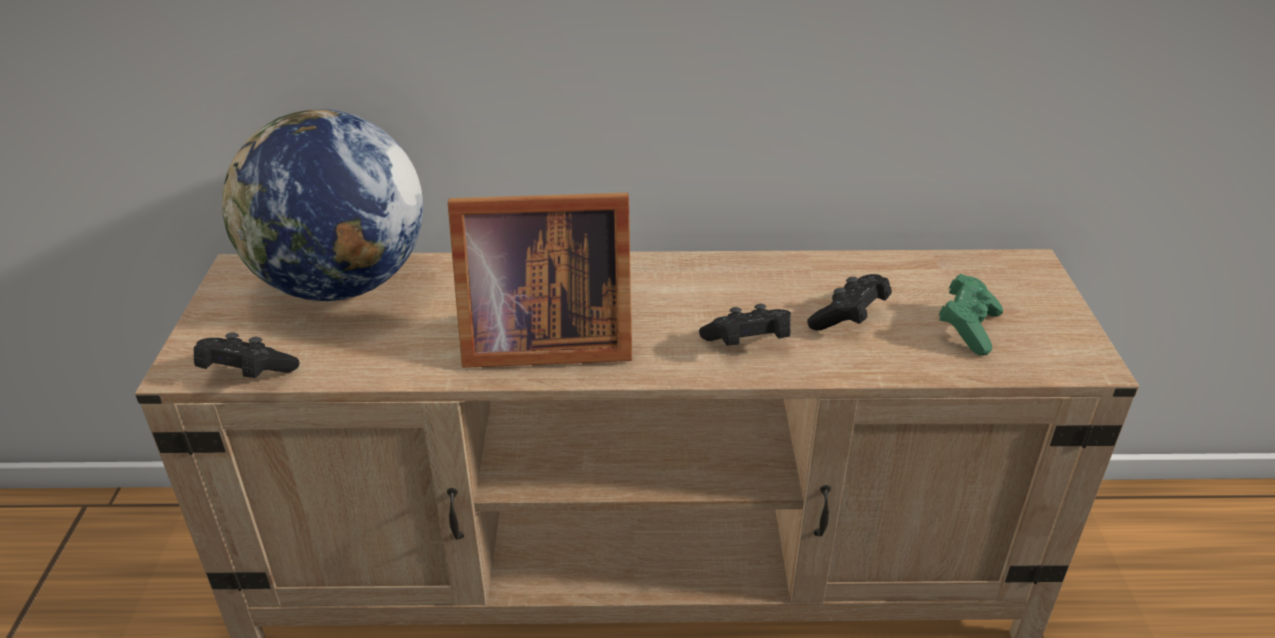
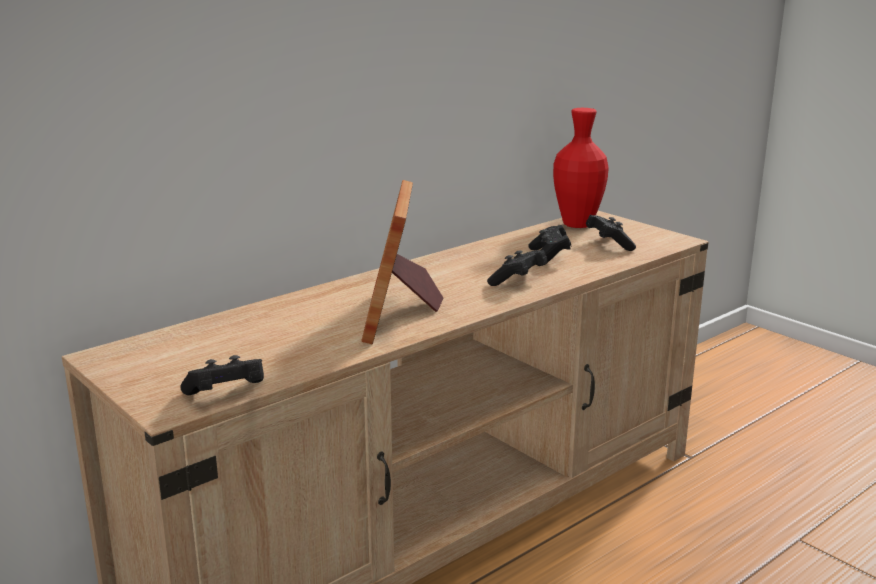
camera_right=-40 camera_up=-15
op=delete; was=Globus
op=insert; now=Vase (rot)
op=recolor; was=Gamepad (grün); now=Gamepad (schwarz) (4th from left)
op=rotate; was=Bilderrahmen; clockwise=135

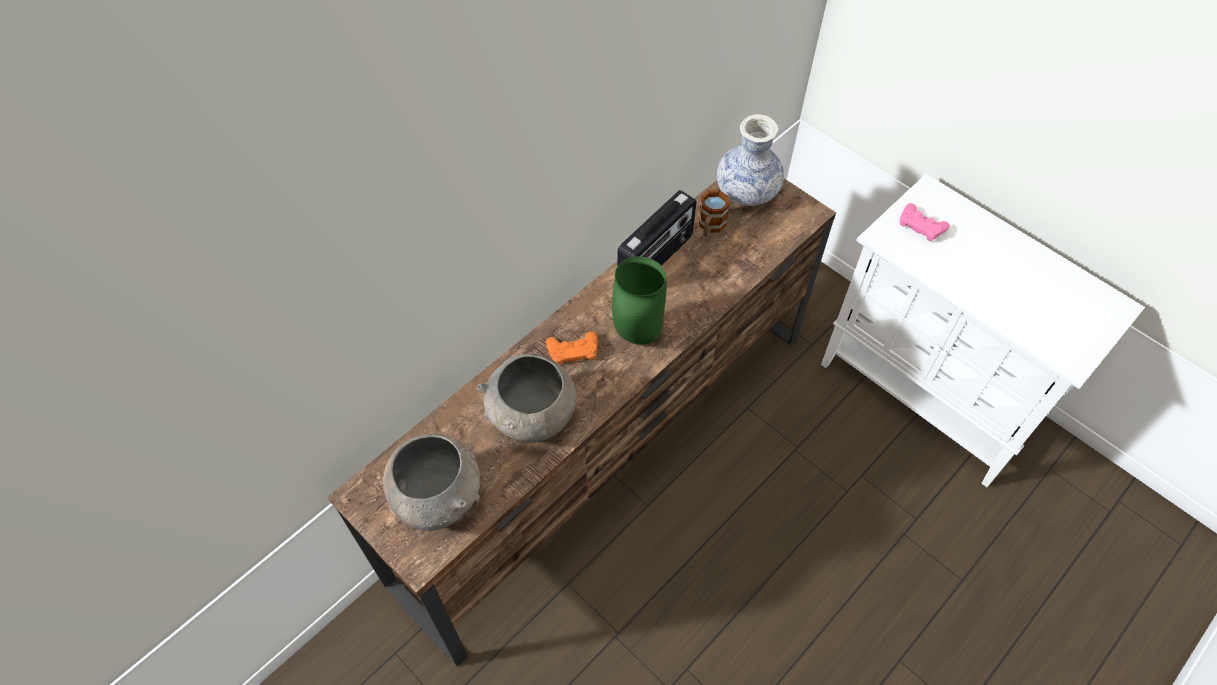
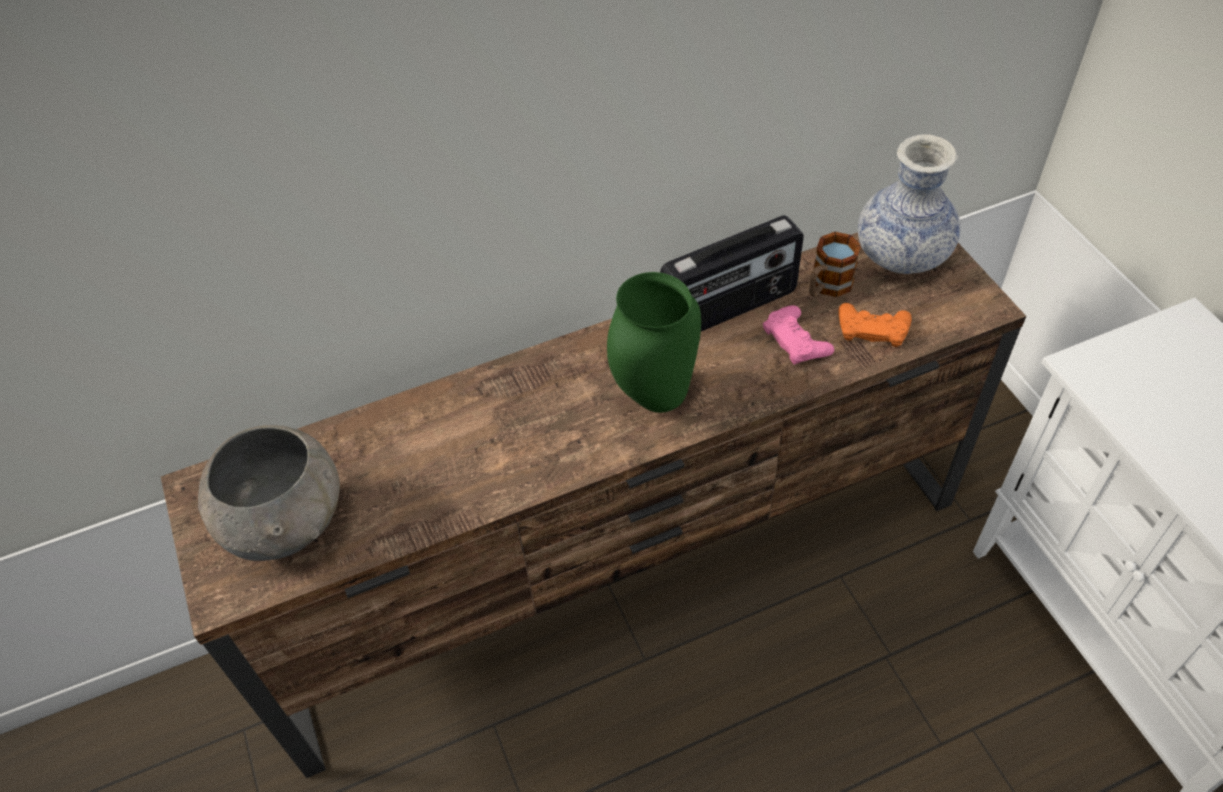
camera_right=25 camera_up=-5
op=delete; was=Schüssel (grau) (2nd from left)
op=move; was=Gamepad (orange)
op=move; was=Gamepad (rosa)

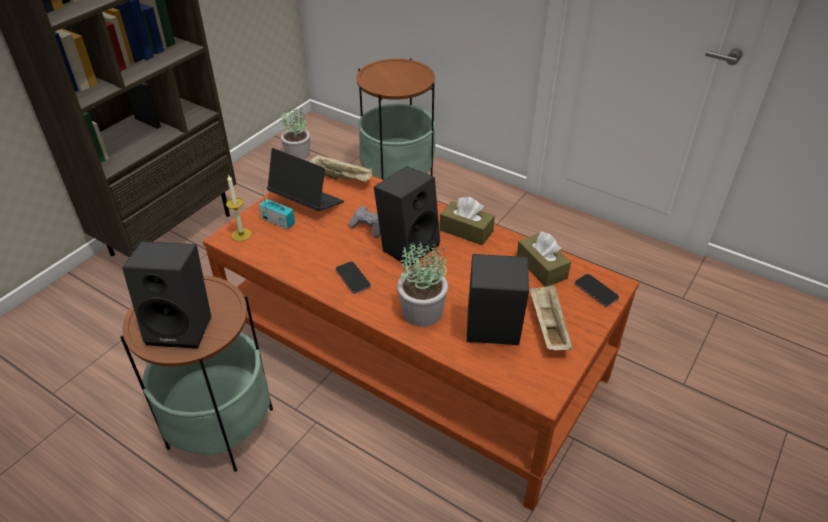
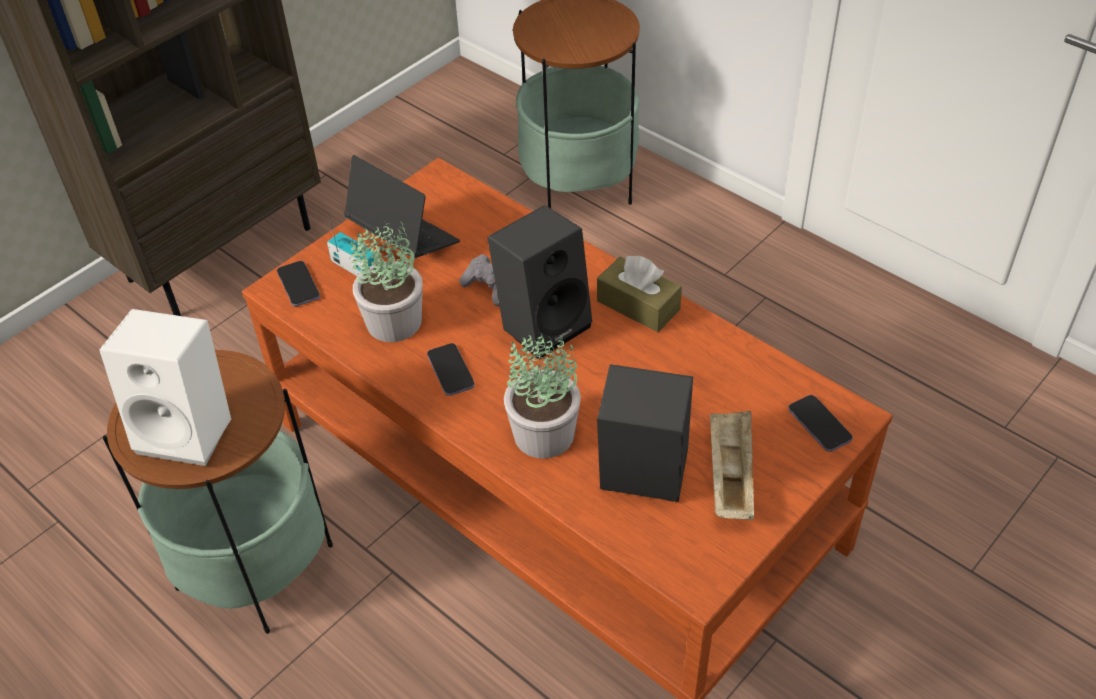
camera_right=10 camera_up=5
op=delete; was=Tablett (beige) (1st from left)
op=delete; was=Taschentuchbox (braun) (2nd from left)
op=move; was=Topfpflanze (1st from left)
op=replace; was=Kerze; now=Handy (1st from left)
op=recolor; was=Lautsprecher (schwarz) (1st from left); now=Lautsprecher (weiß)

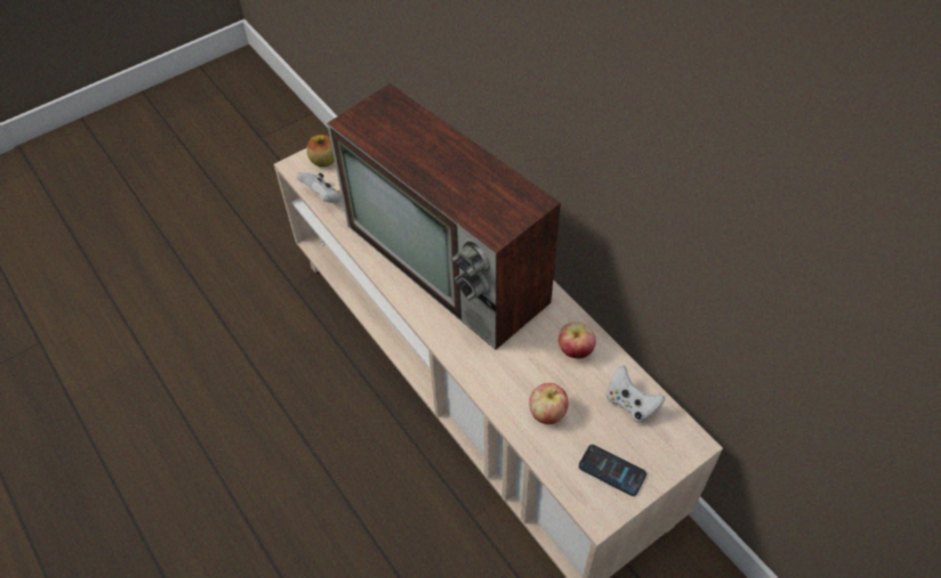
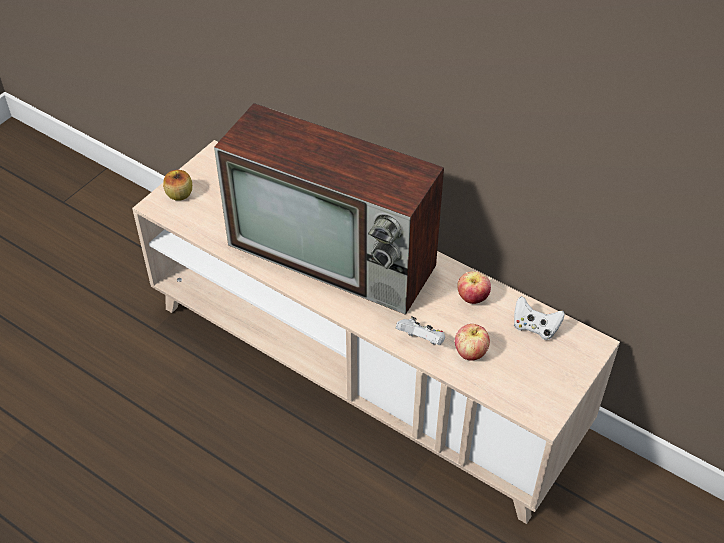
camera_right=-20 camera_up=-5
op=delete; was=Handy
op=move; was=Gamepad (weiß) (1st from left)

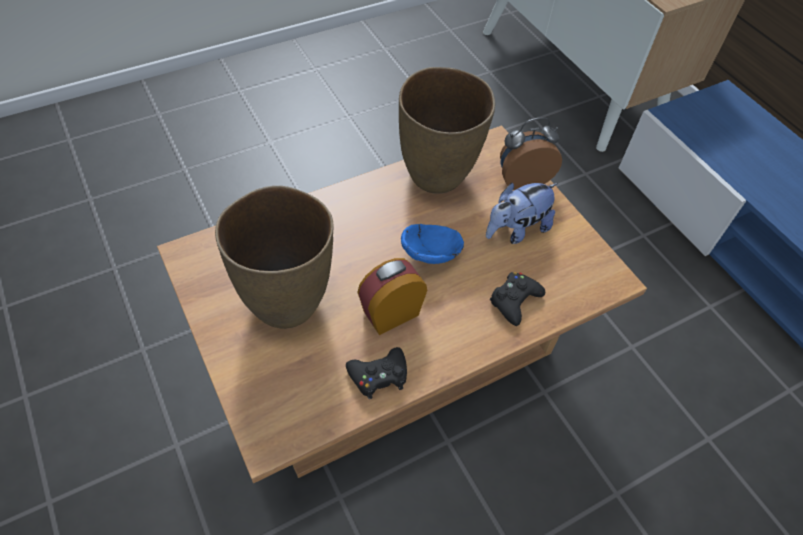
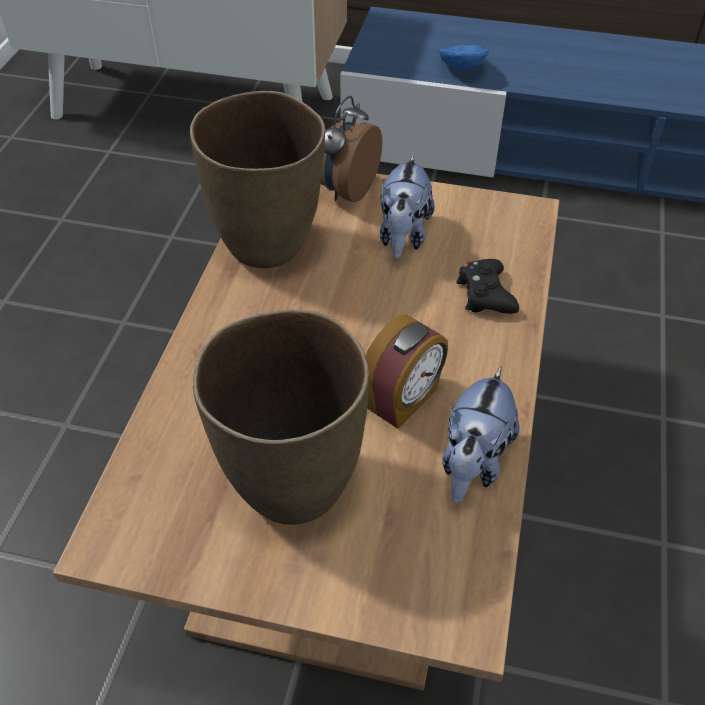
camera_right=-45 camera_up=-5
op=move; was=Schüssel (blau)
op=replace; was=Gamepad (schwarz) (1st from left); now=Plüschtier (2nd from left)
op=rotate; was=Wecker (1st from left in the first image); clockwise=-150

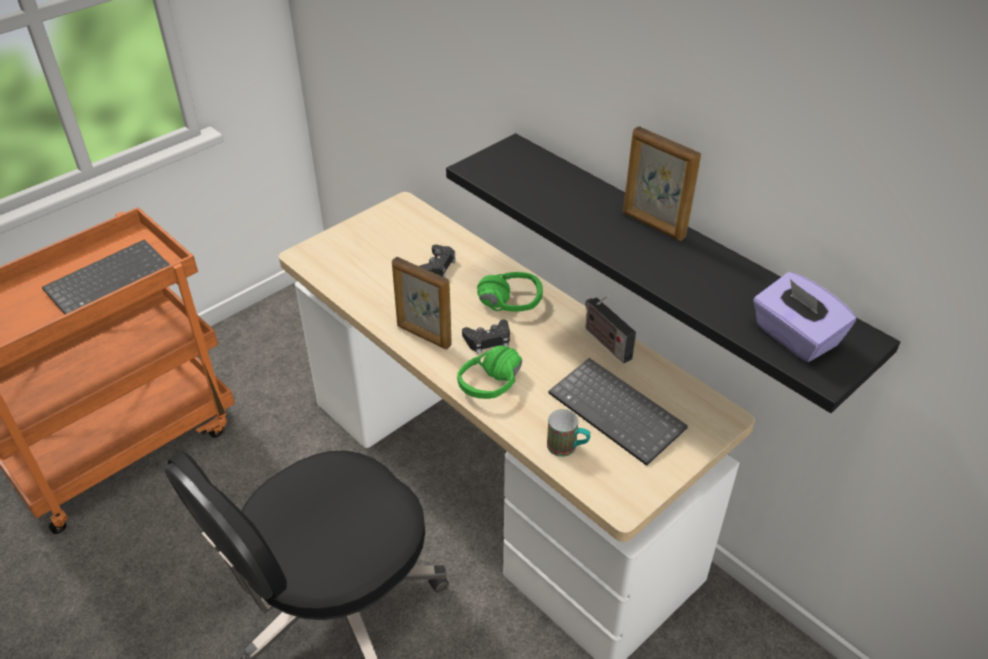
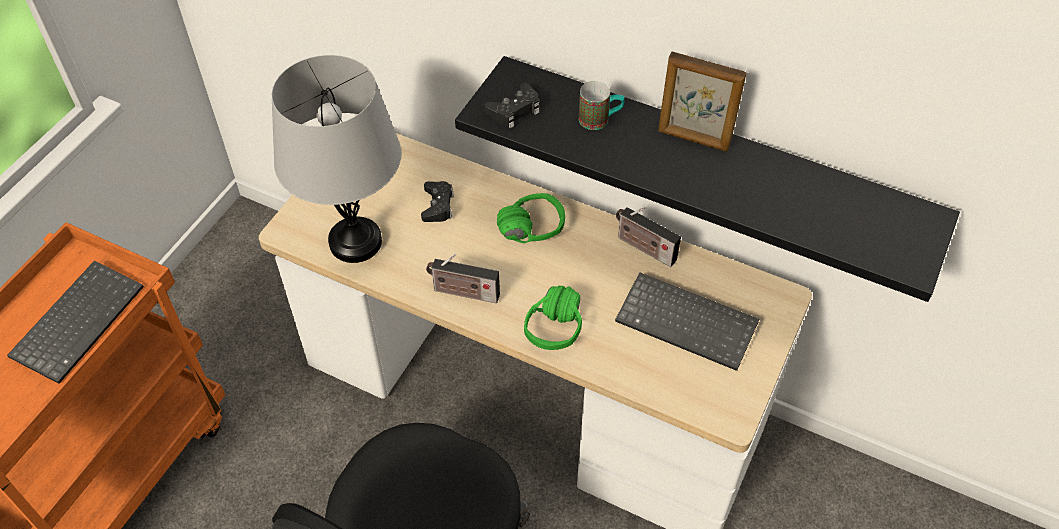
camera_right=-20 camera_up=10
op=delete; was=Taschentuchbox (lila)
op=insert; now=Tischlampe (grau)
op=move; was=Gamepad (schwarz) (2nd from left)
op=move; was=Henkelbecher
op=replace; was=Bilderrahmen (1st from left); now=Radio (1st from left)

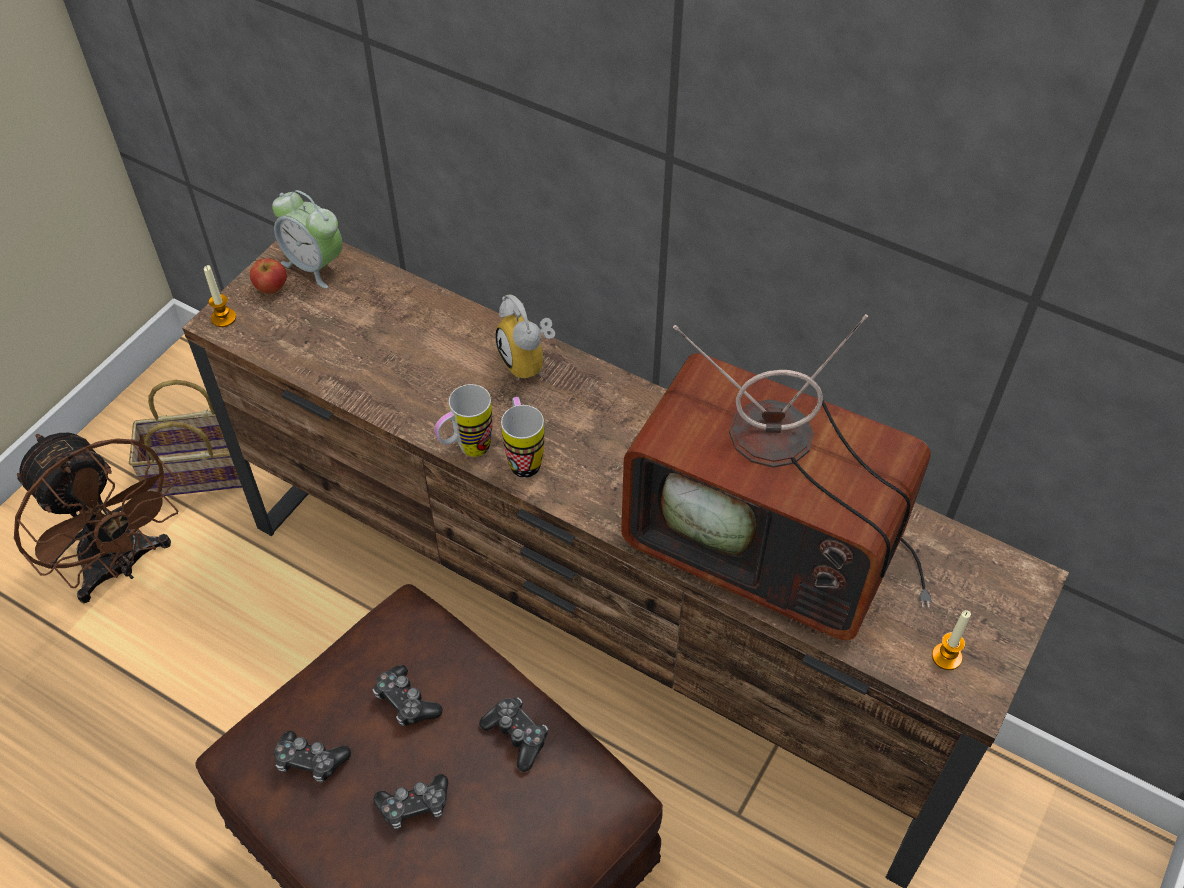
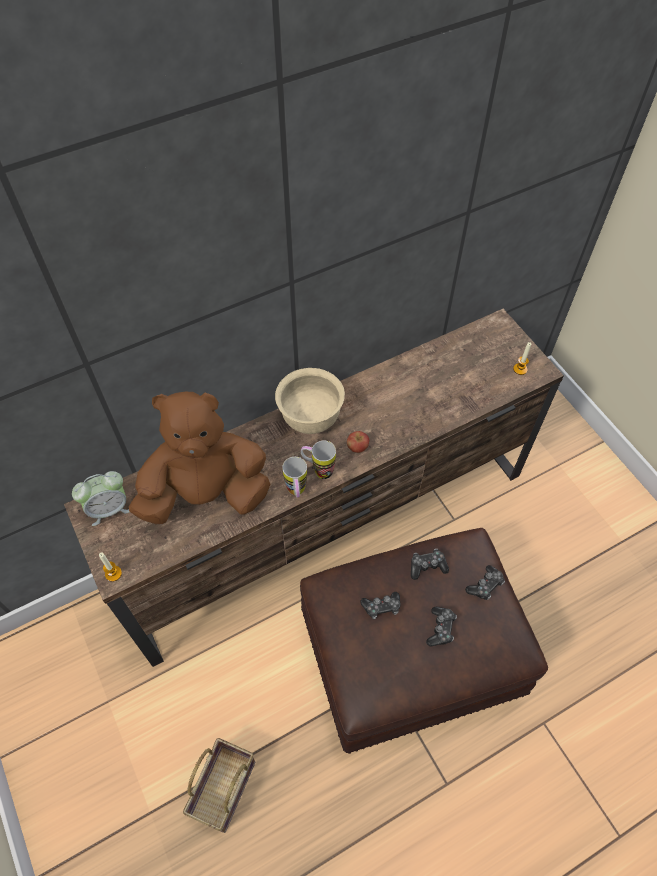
camera_right=-60 camera_up=5
op=delete; was=Ventilator (braun)
op=delete; was=Wecker (2nd from left)
op=delete; was=Fernseher
op=insert; now=Plüschtier (braun)
op=insert; now=Schüssel (beige)
op=move; was=Korb
op=move; was=Apfel
op=move; was=Gamepad (1st from left in the first image); now=Gamepad (4th from left)

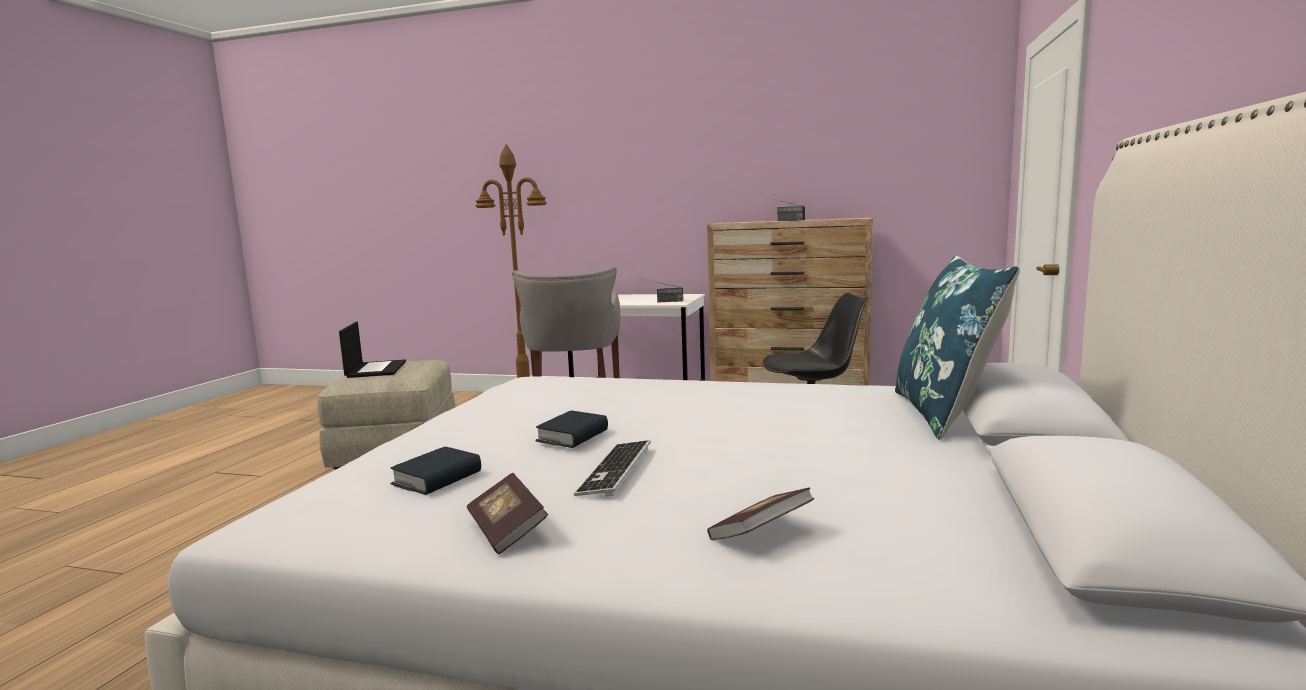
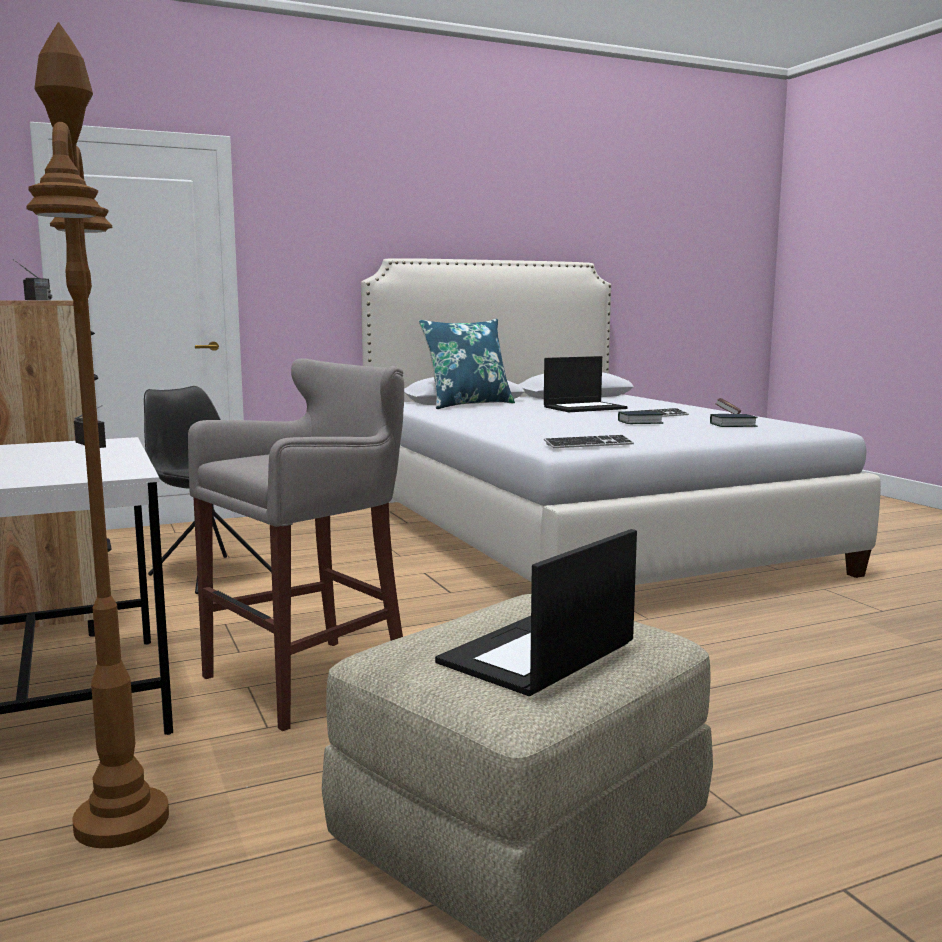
camera_right=-130 camera_up=0
op=delete; was=Buch (4th from left)
op=insert; now=Laptop (2nd from left)
op=insert; now=Tastatur (1st from left)

